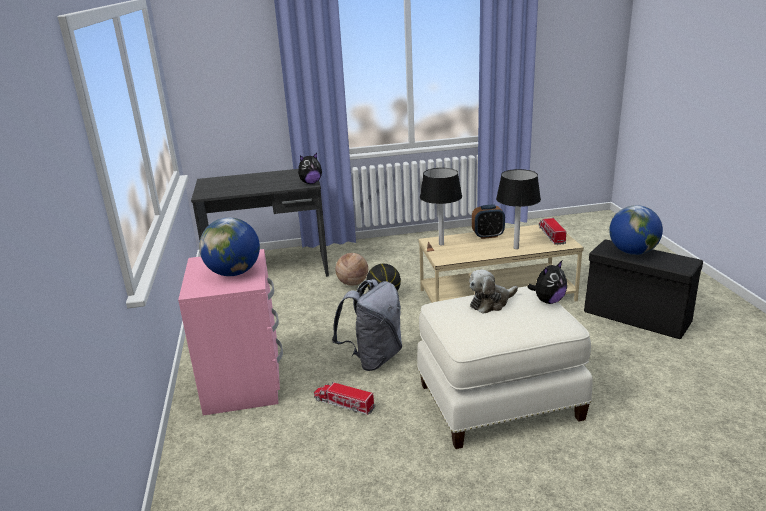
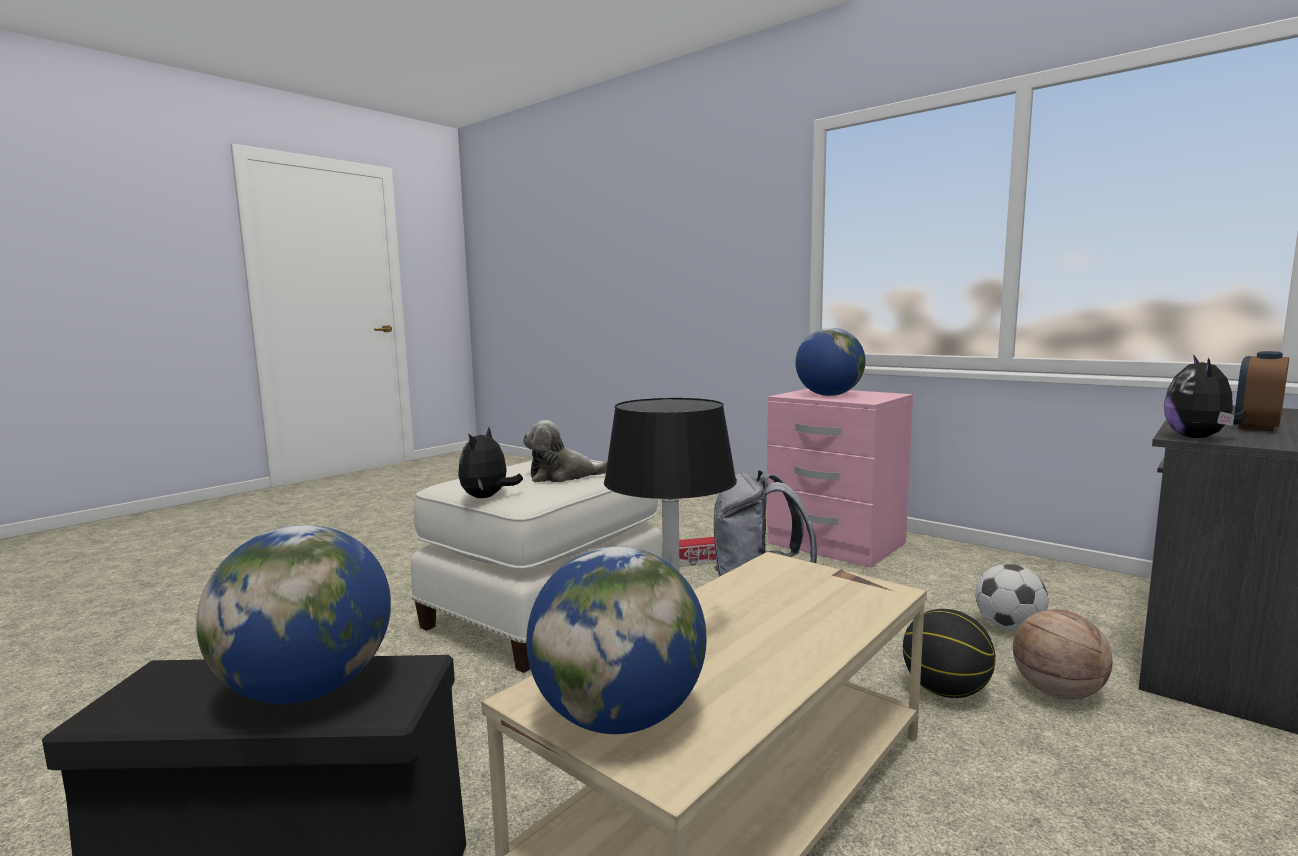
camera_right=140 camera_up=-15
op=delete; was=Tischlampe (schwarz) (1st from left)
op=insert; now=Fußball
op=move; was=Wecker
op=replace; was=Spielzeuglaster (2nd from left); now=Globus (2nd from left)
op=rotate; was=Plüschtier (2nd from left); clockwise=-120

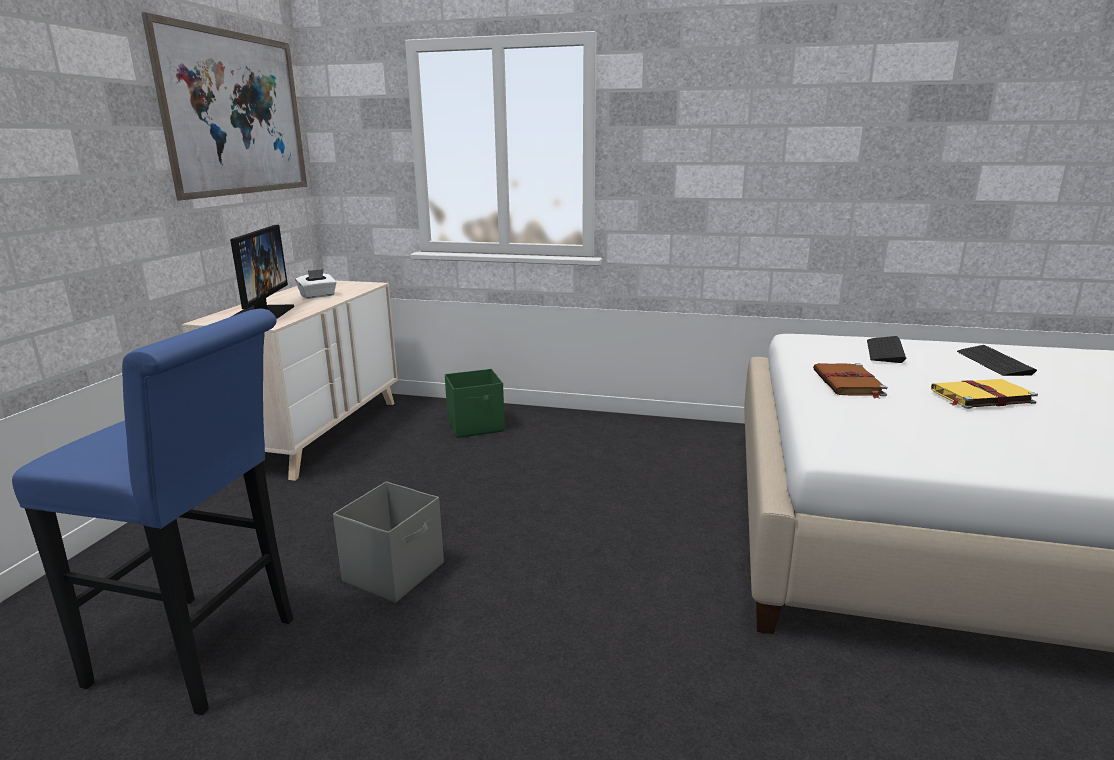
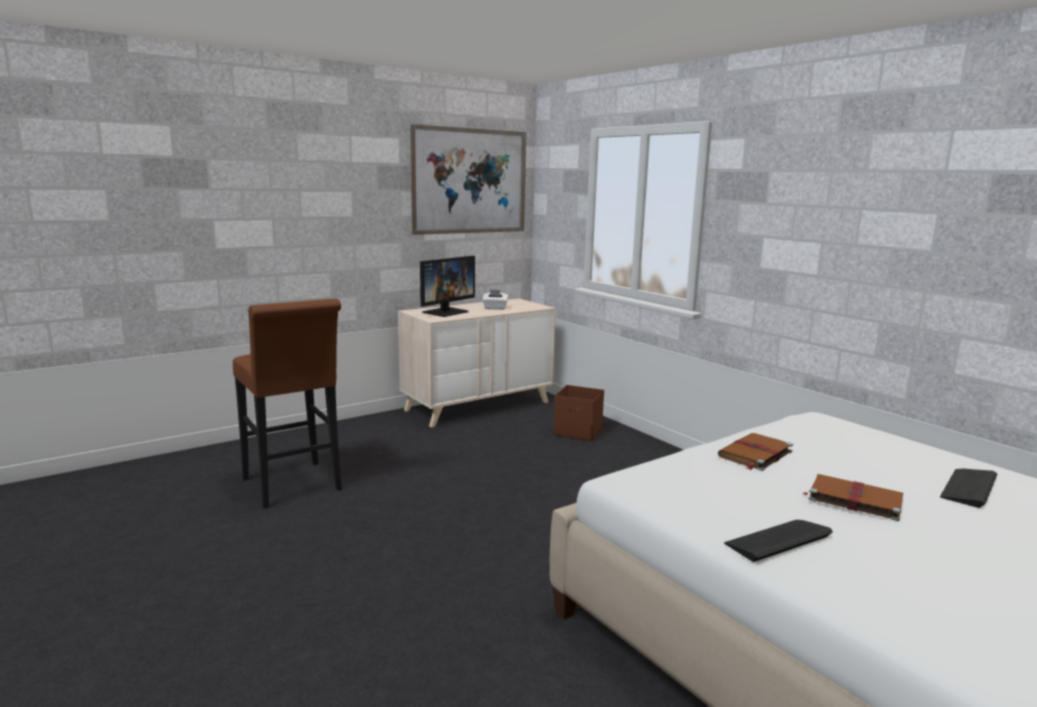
camera_right=40 camera_up=-5
op=delete; was=Aufbewahrungsbox (grau)
op=move; was=Tastatur (1st from left)
op=recolor; was=Hocker (blau); now=Hocker (braun)
op=recolor; was=Aufbewahrungsbox (grün); now=Aufbewahrungsbox (braun)
op=recolor; was=Buch (gelb); now=Buch (braun) (2nd from left)

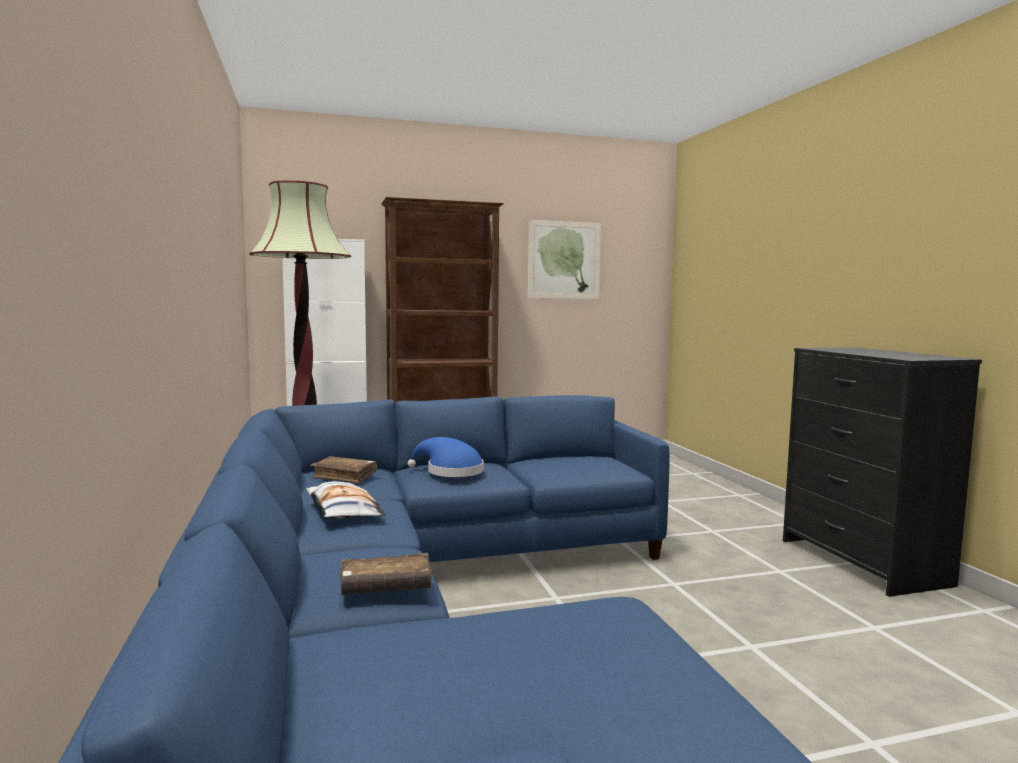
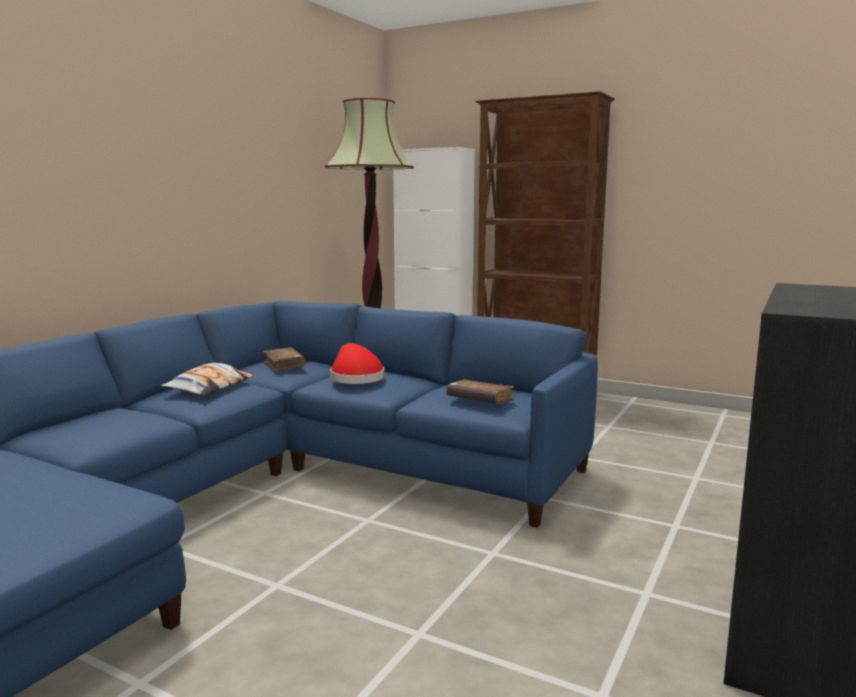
camera_right=45 camera_up=5
op=delete; was=Bild
op=move; was=Buch (braun) (2nd from left)
op=recolor; was=Hut (blau); now=Hut (rot)

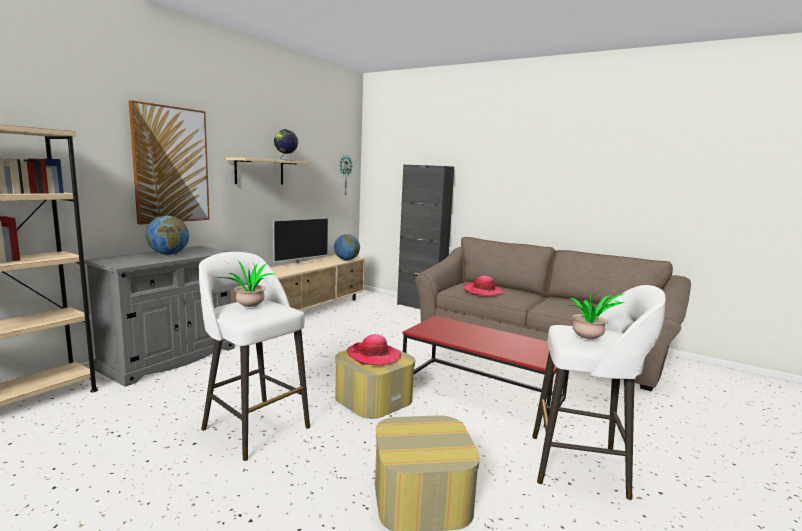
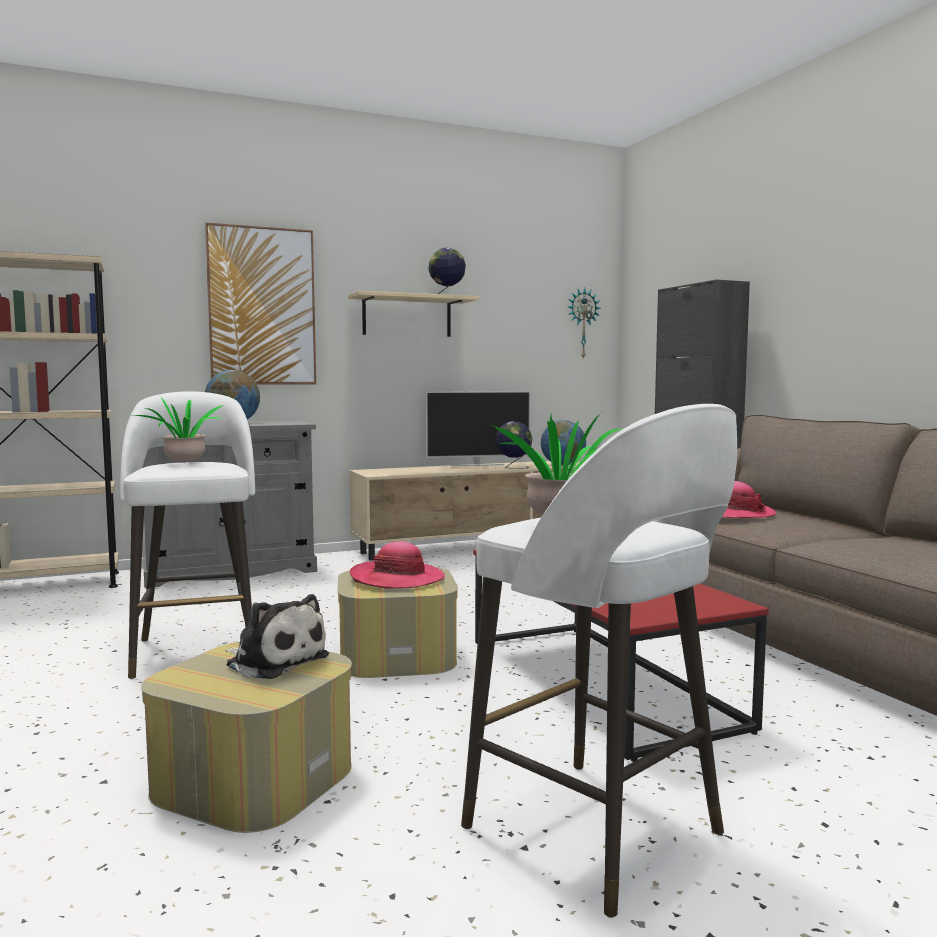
camera_right=35 camera_up=-5
op=insert; now=Plüschtier
op=insert; now=Globus (3rd from left)

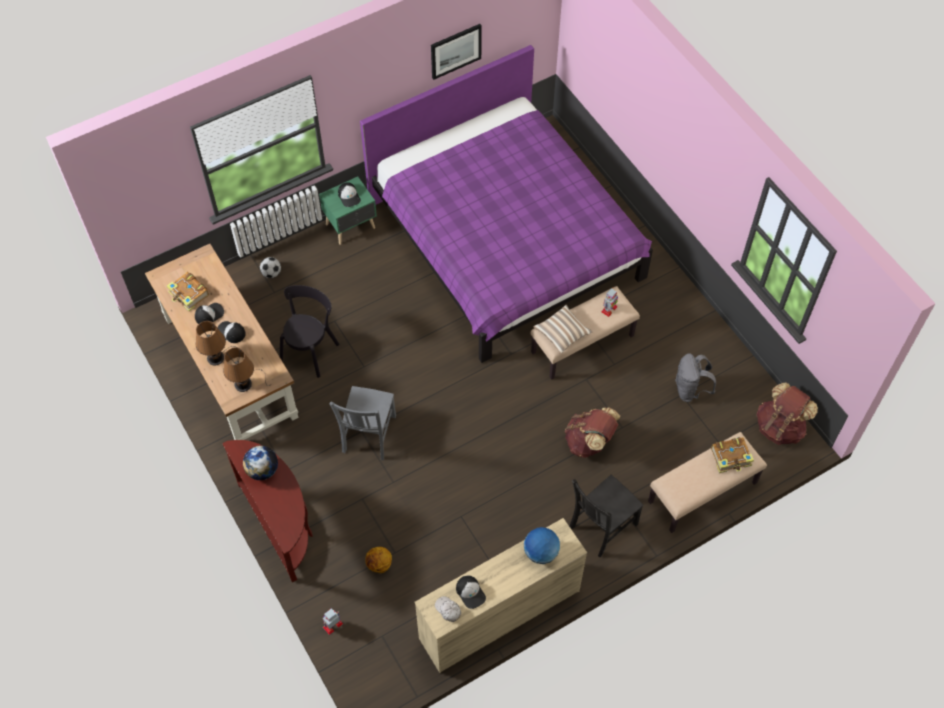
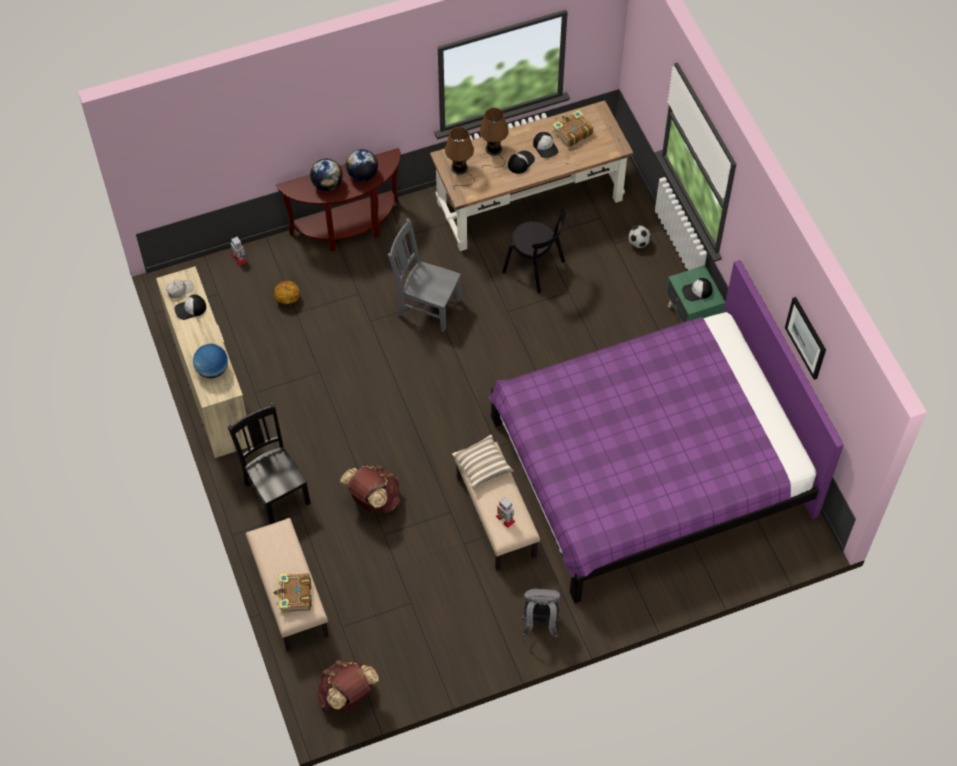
camera_right=100 camera_up=0
op=insert; now=Globus (2nd from left)
op=move; was=Rucksack (grau)

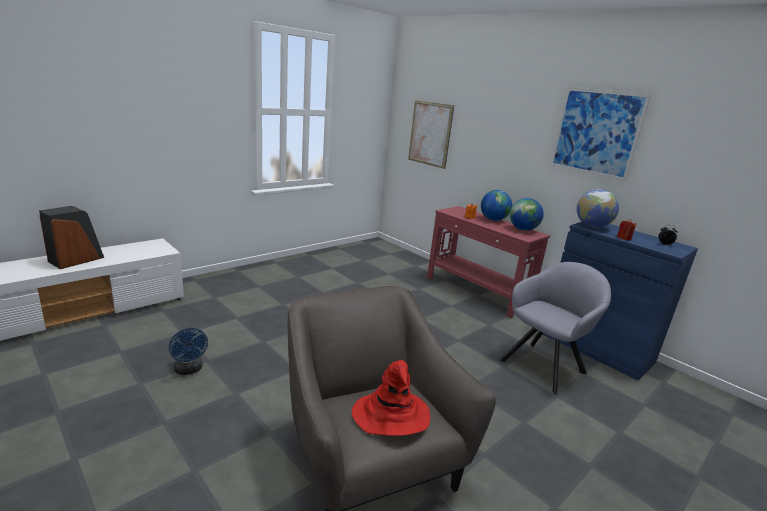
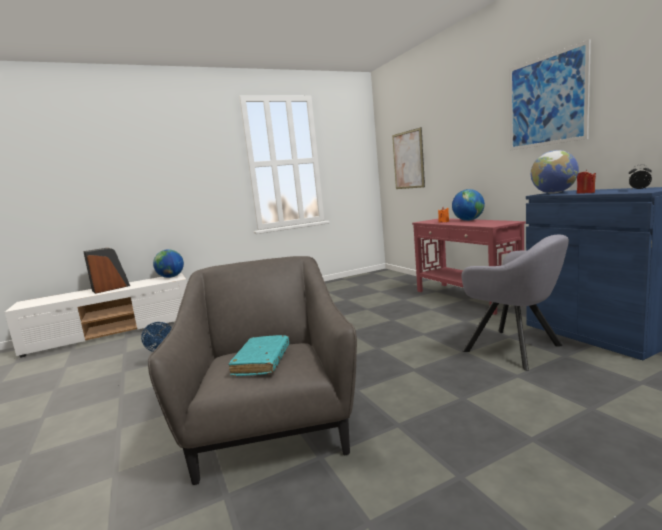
camera_right=20 camera_up=-10
op=move; was=Globus (2nd from left in the first image); now=Globus (1st from left)
op=replace; was=Hut (rot); now=Buch (türkis)
op=rotate; was=Sessel (grau) (2nd from left); clockwise=75

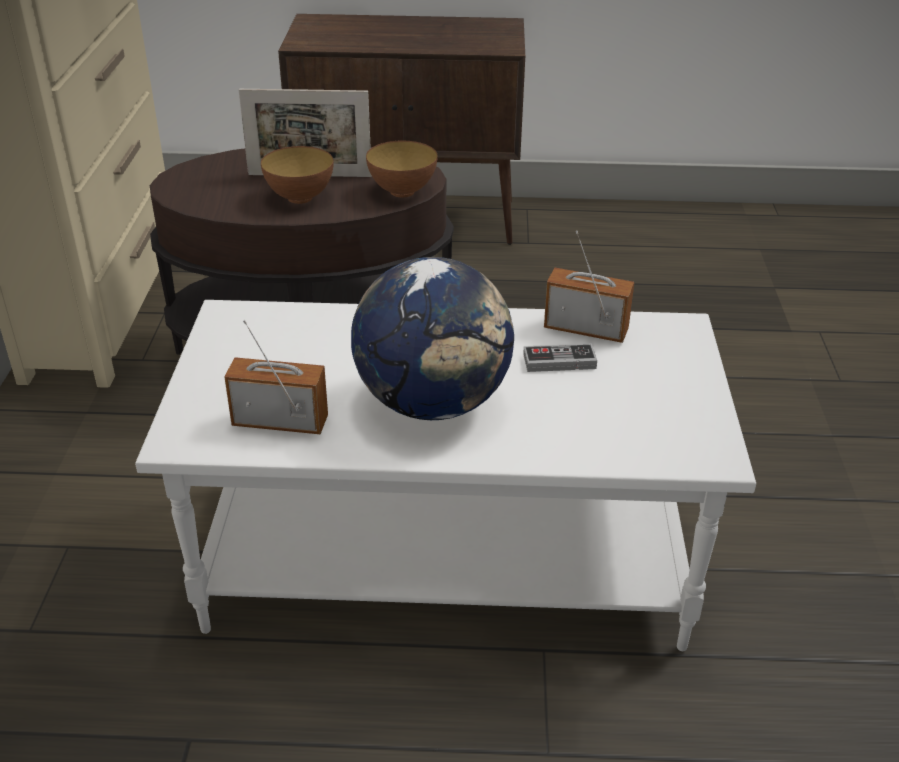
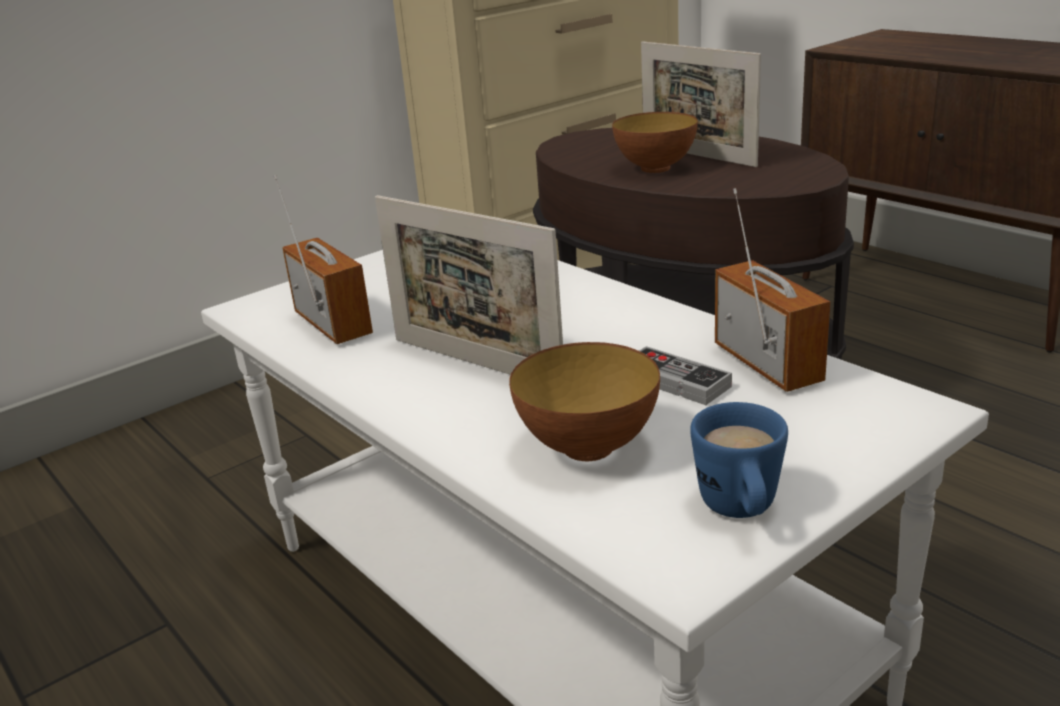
camera_right=50 camera_up=-10
op=insert; now=Henkelbecher (blau)
op=move; was=Schüssel (2nd from left in the first image); now=Schüssel (1st from left)
op=replace; was=Globus; now=Bilderrahmen (1st from left)

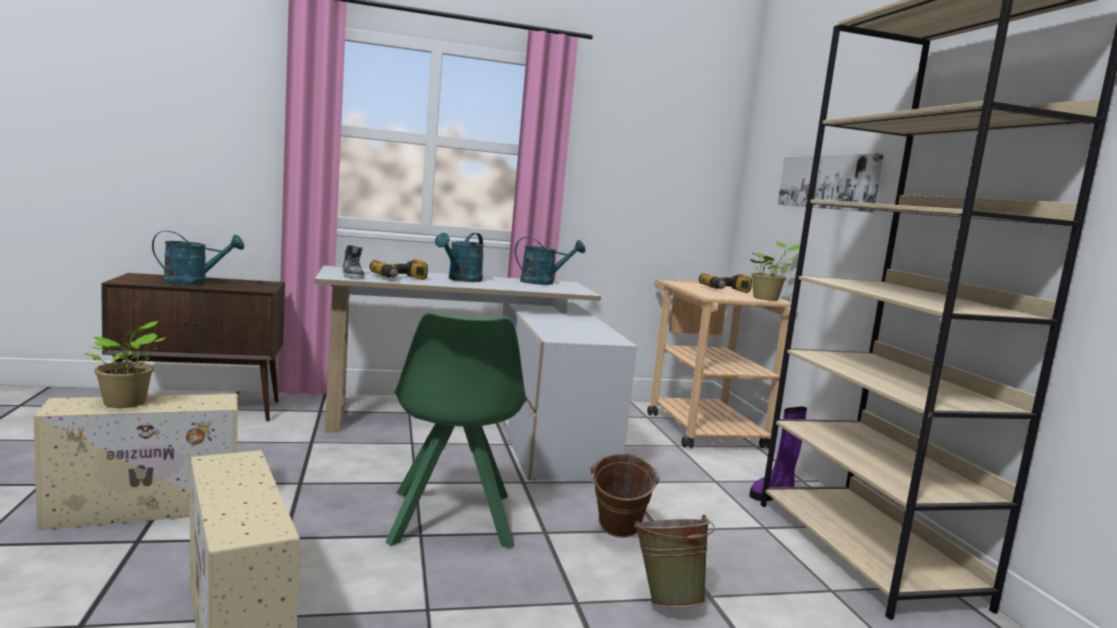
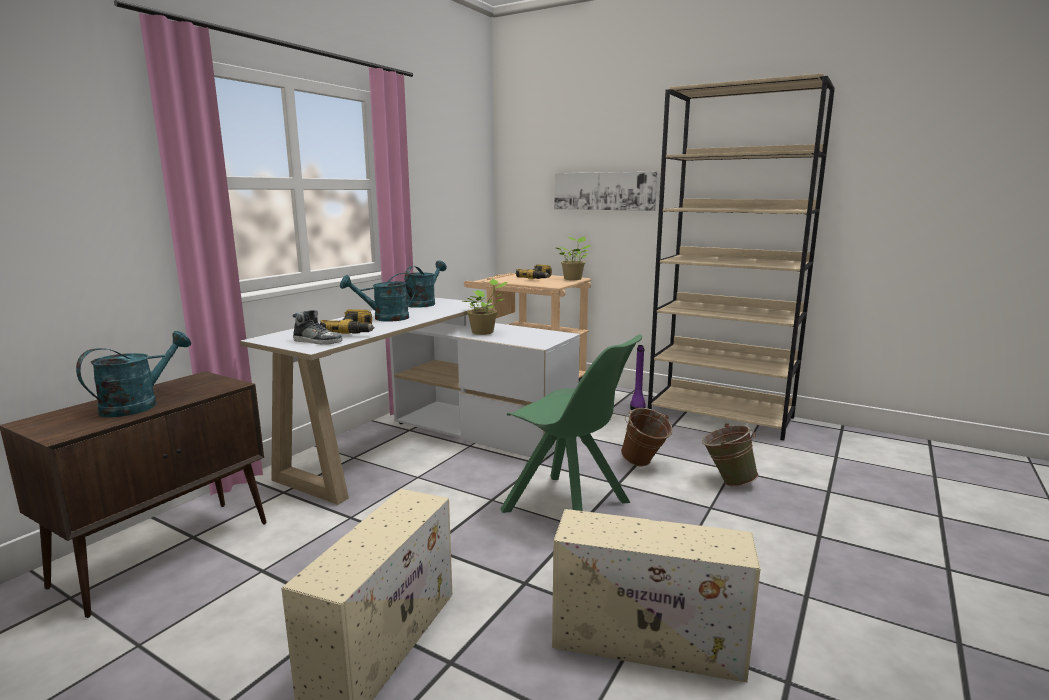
camera_right=-45 camera_up=5
op=move; was=Topfpflanze (1st from left)
op=rotate; was=Gießkanne (türkis) (2nd from left); clockwise=90

